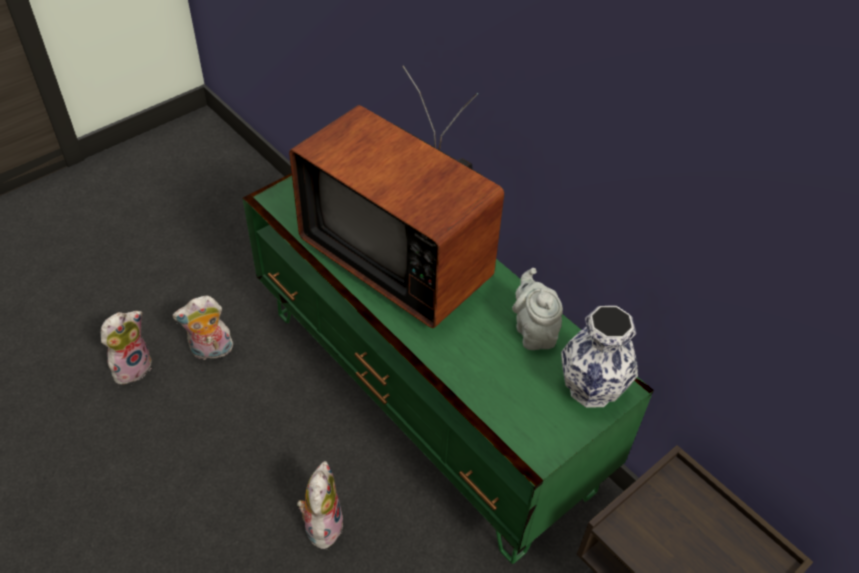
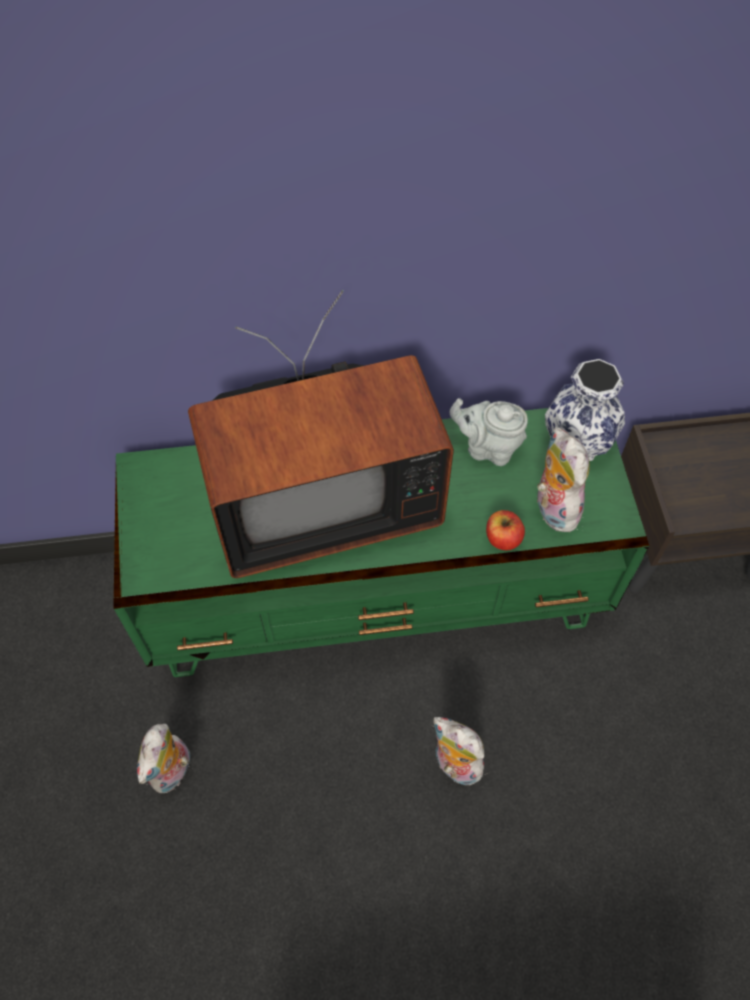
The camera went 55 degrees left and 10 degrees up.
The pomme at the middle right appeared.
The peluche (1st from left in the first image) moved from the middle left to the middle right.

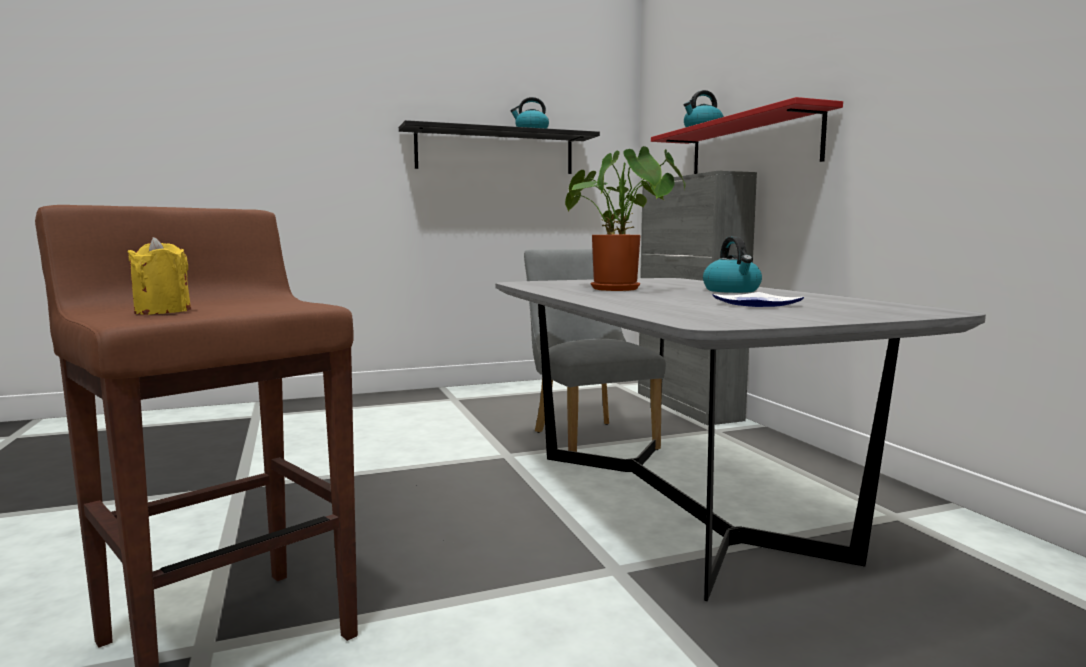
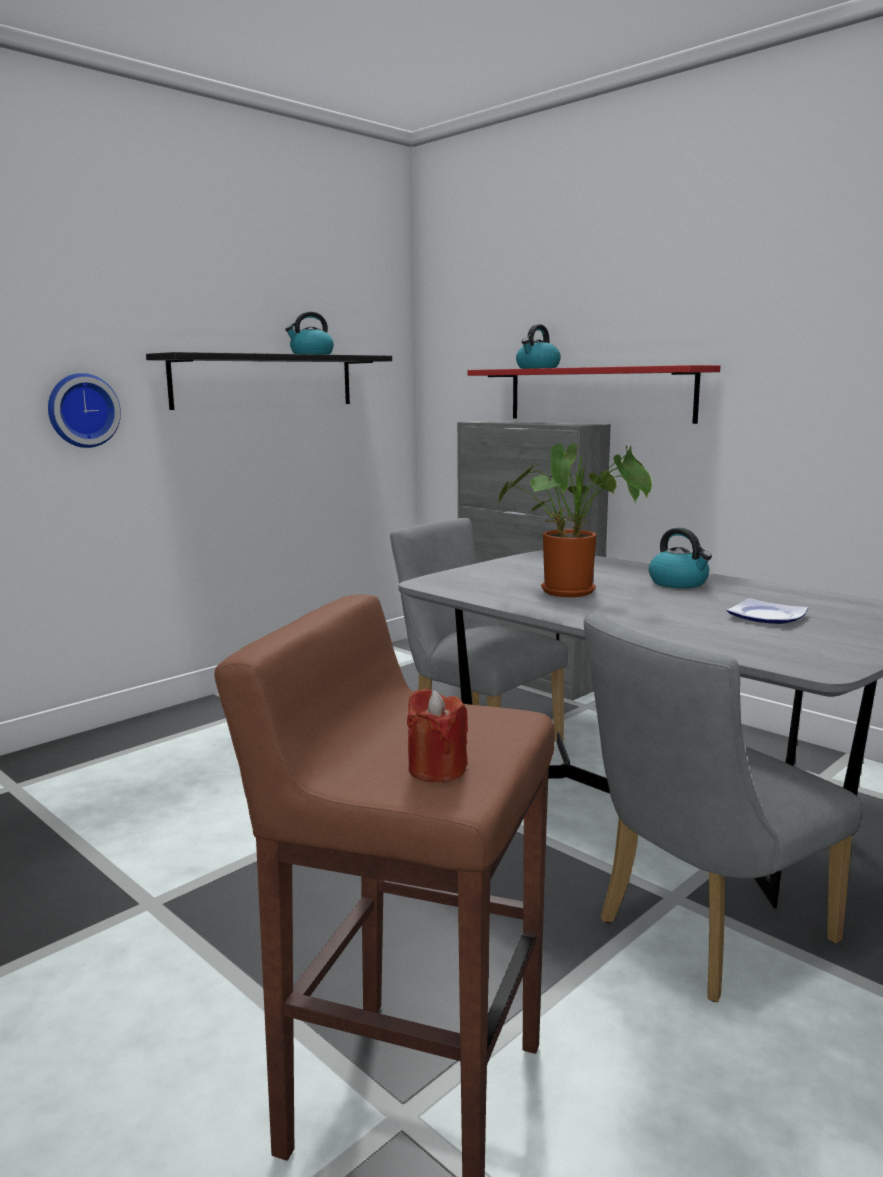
The camera went 25 degrees left and 5 degrees up.
The horloge murale at the middle left appeared.
The chaise/gris (2nd from left) at the bottom right appeared.
The bougie/jaune at the middle left became the bougie/rouge at the centre.

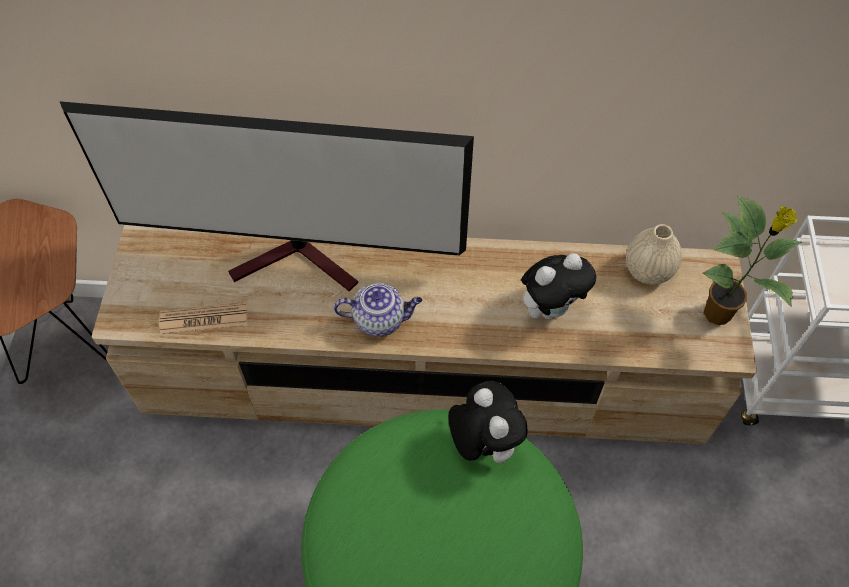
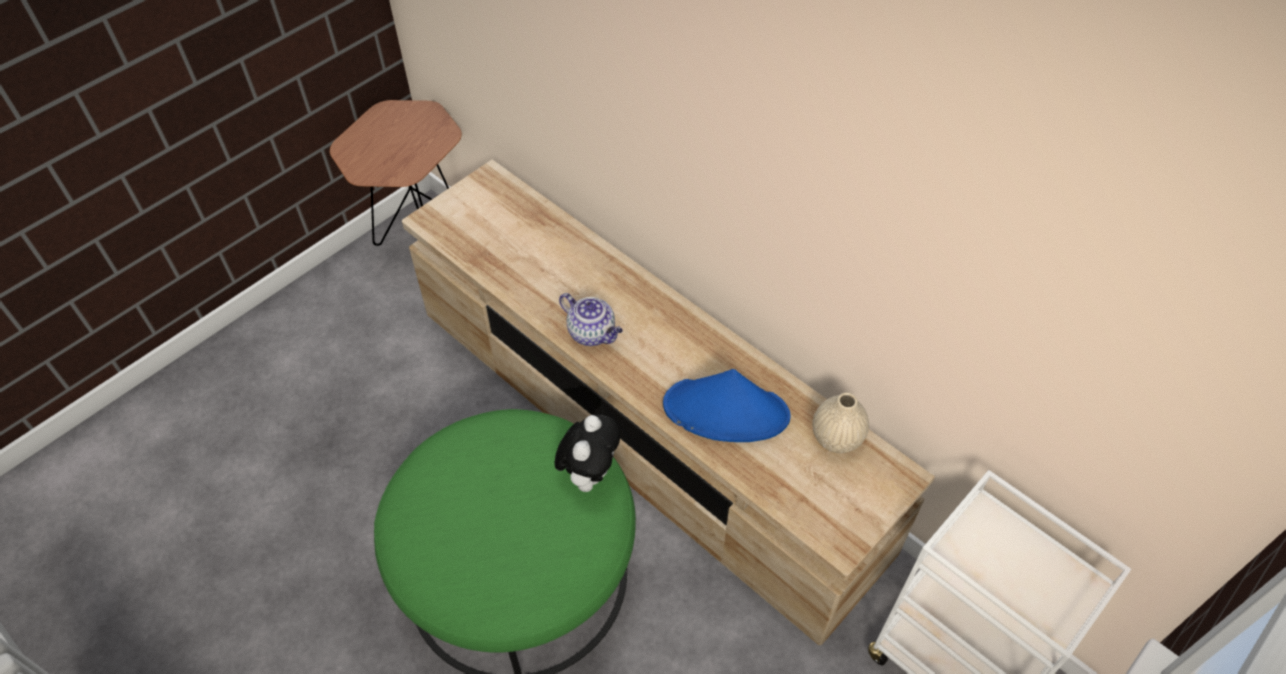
The camera went 40 degrees right and 5 degrees down.
The téléviseur at the middle left disappeared.
The journal at the middle left disappeared.
The plante en pot at the middle right disappeared.
The peluche (2nd from left) at the centre was replaced by the chapeau/bleu at the centre.

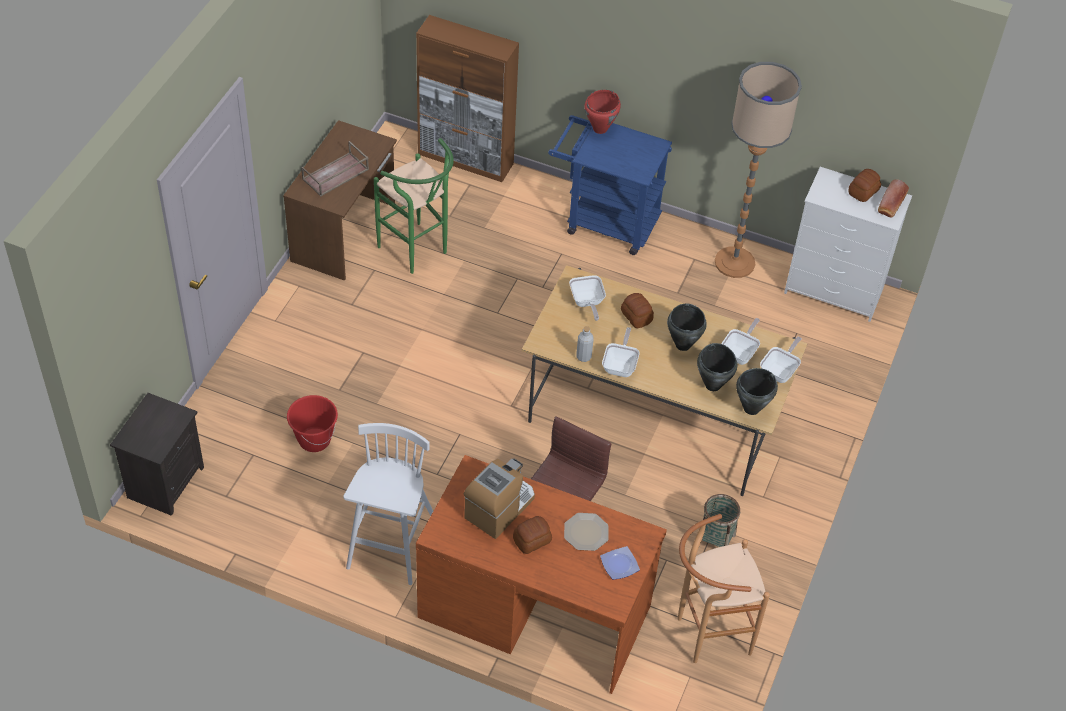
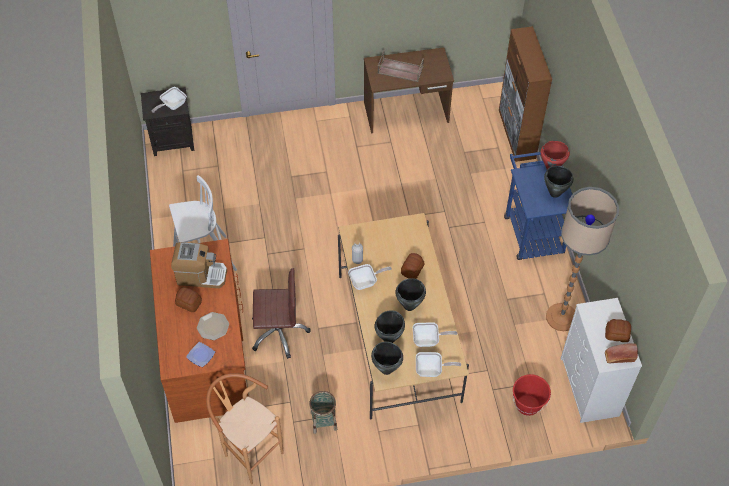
The camera went 60 degrees right and 5 degrees up.
The tabouret/vert at the top centre disappeared.
The marmite/noir (4th from left) at the middle right appeared.
The seau/rouge moved from the middle left to the bottom right.
The poêle (1st from left) moved from the centre to the top left.

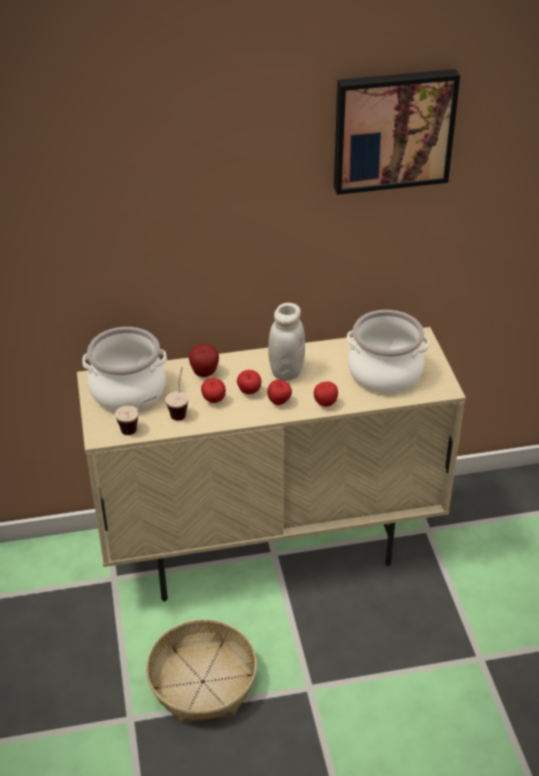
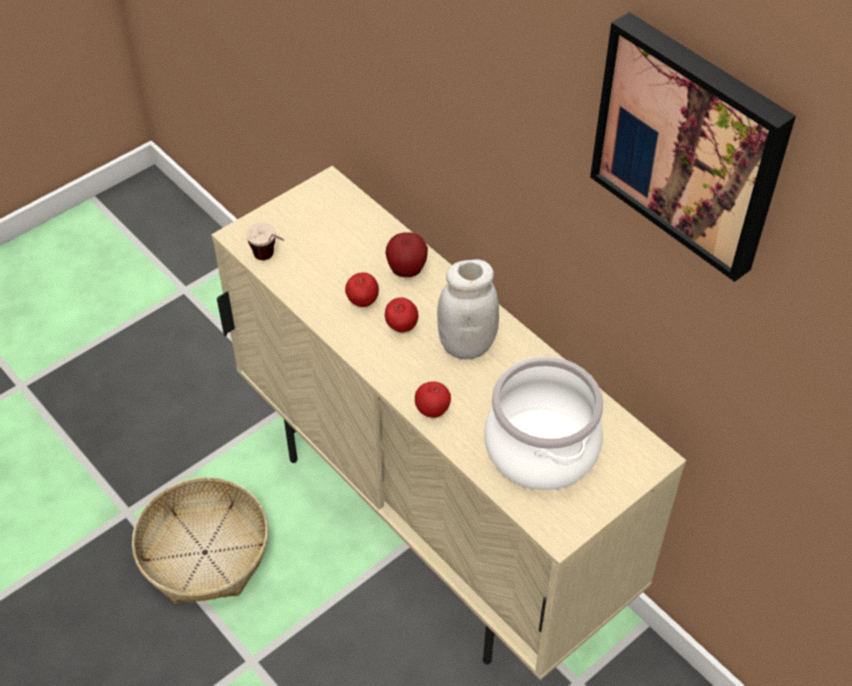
The camera went 60 degrees right and 10 degrees up.
The marmite (1st from left) at the middle left disappeared.
The tasse (2nd from left) at the middle left disappeared.
The pomme (4th from left) at the centre disappeared.

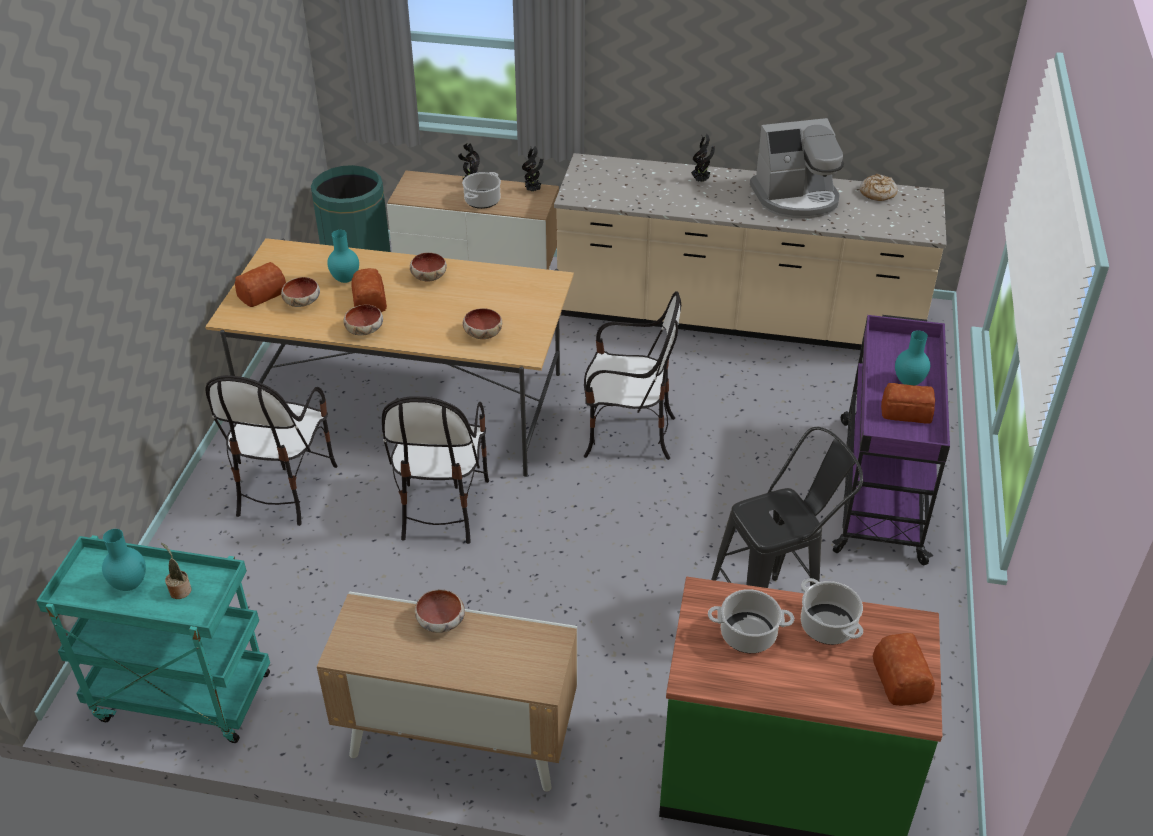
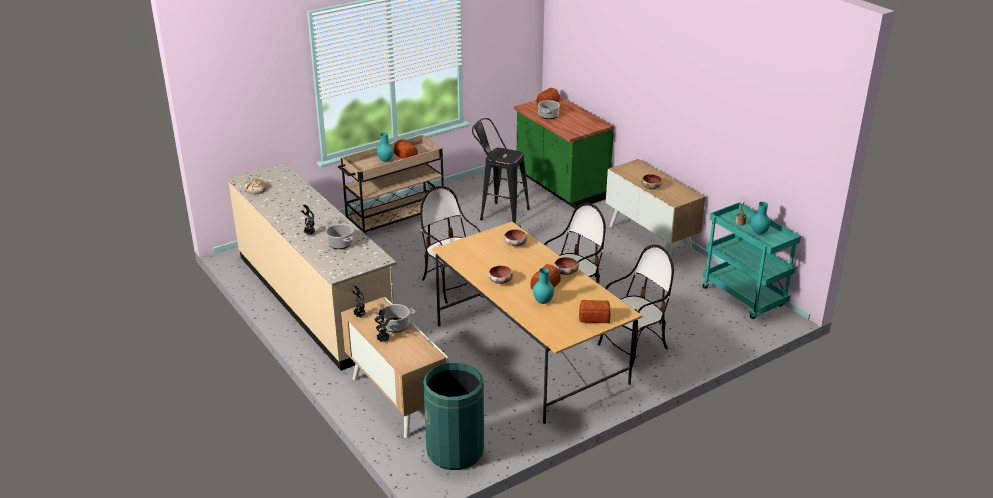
The camera went 135 degrees left and 10 degrees down.
The bol (1st from left) at the middle left disappeared.
The machine à café at the top right disappeared.
The marmite (2nd from left in the first image) moved from the bottom centre to the centre.
The chariot/violet at the middle right became the chariot/beige at the centre.

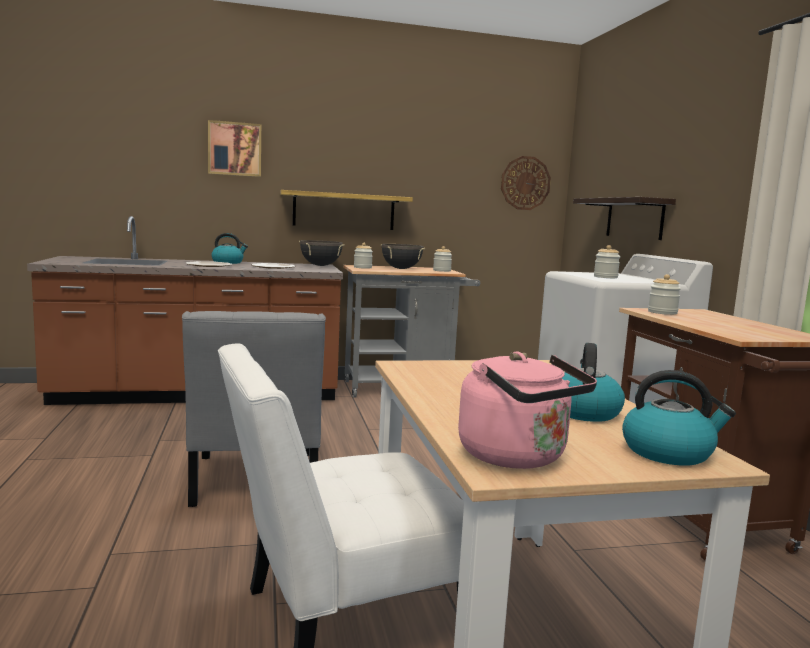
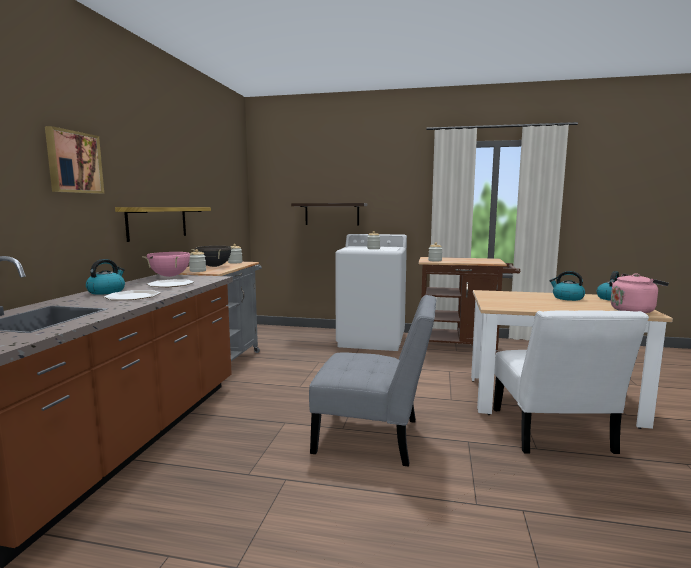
The camera went 65 degrees left and 0 degrees up.
The horloge murale at the top centre disappeared.
The marmite/noir (1st from left) at the centre became the marmite/rose at the middle left.

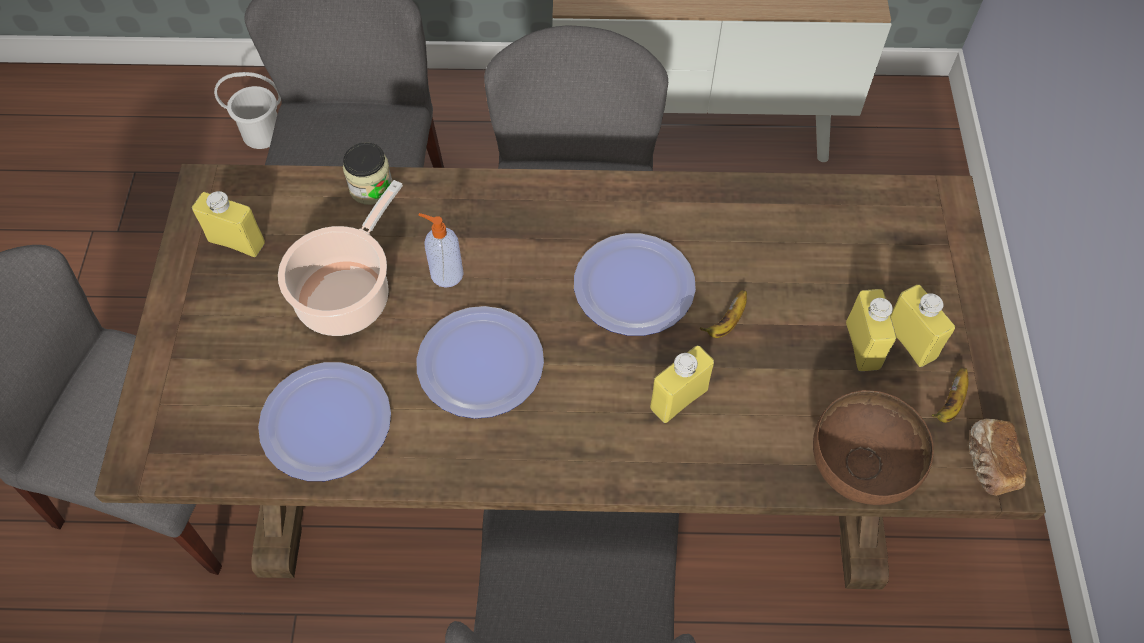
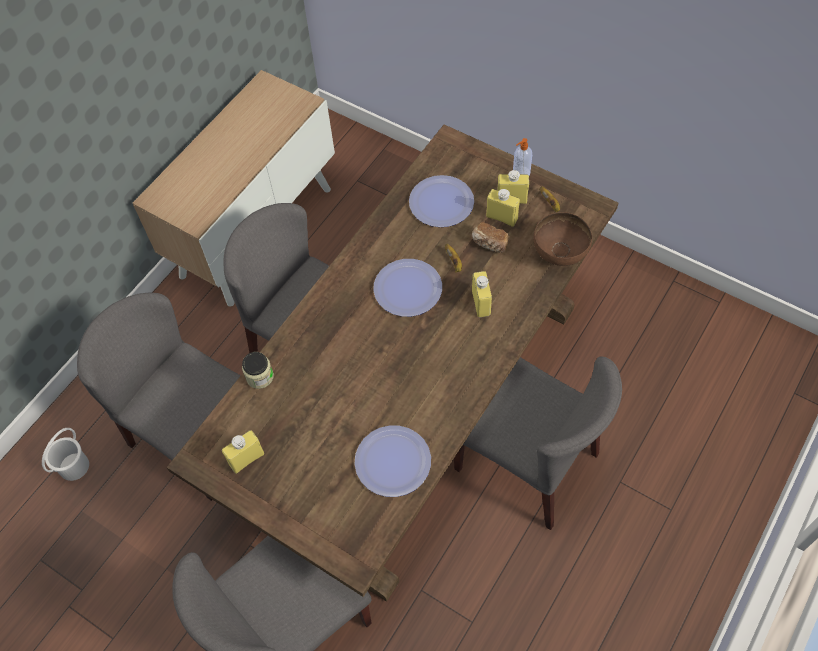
The camera went 55 degrees left and 0 degrees up.
The marmite at the middle left disappeared.
The assiette (2nd from left in the first image) moved from the centre to the top centre.
The distributeur de savon moved from the centre to the top centre.
The pain moved from the bottom right to the centre.

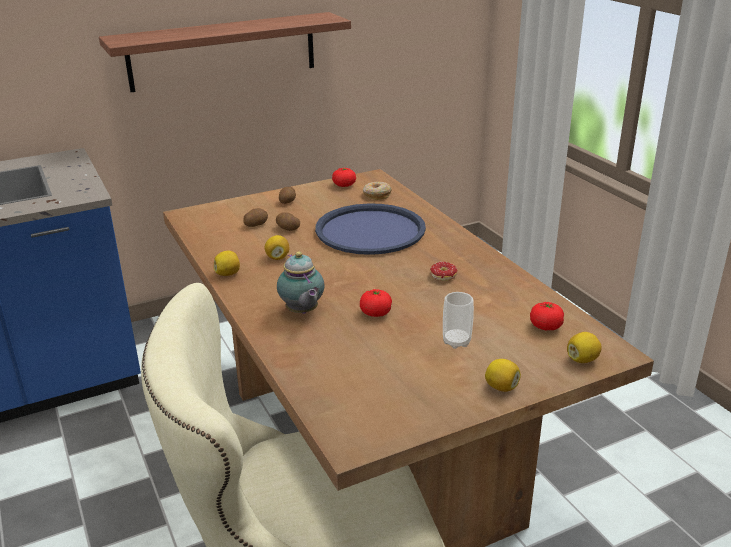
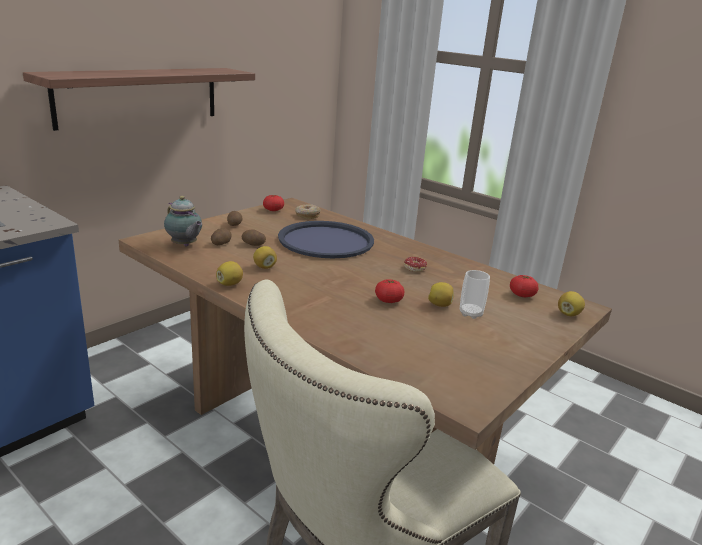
The camera went 25 degrees left and 5 degrees down.
The théière moved from the centre to the middle left.
The citron (3rd from left) moved from the bottom right to the centre.

